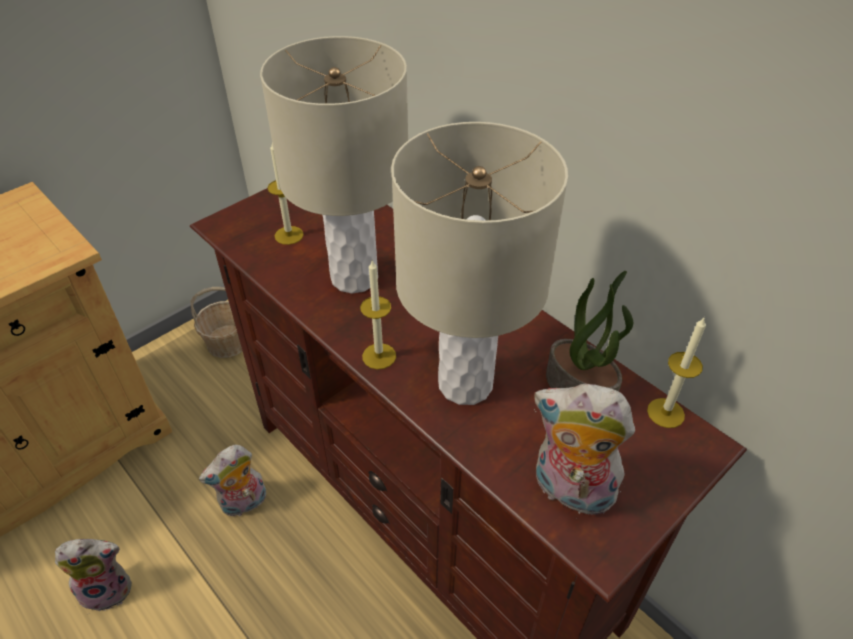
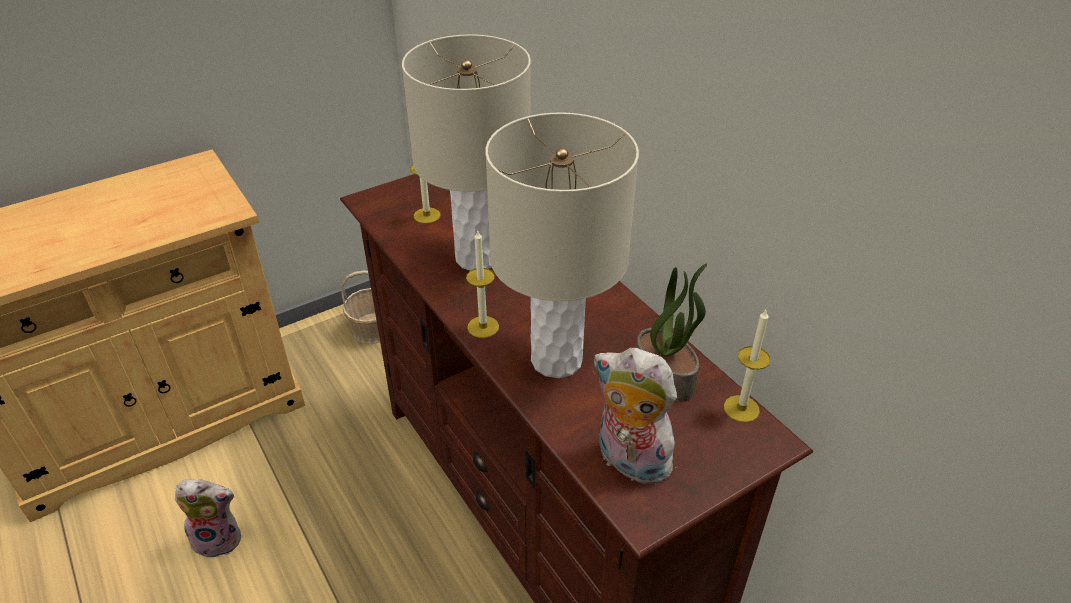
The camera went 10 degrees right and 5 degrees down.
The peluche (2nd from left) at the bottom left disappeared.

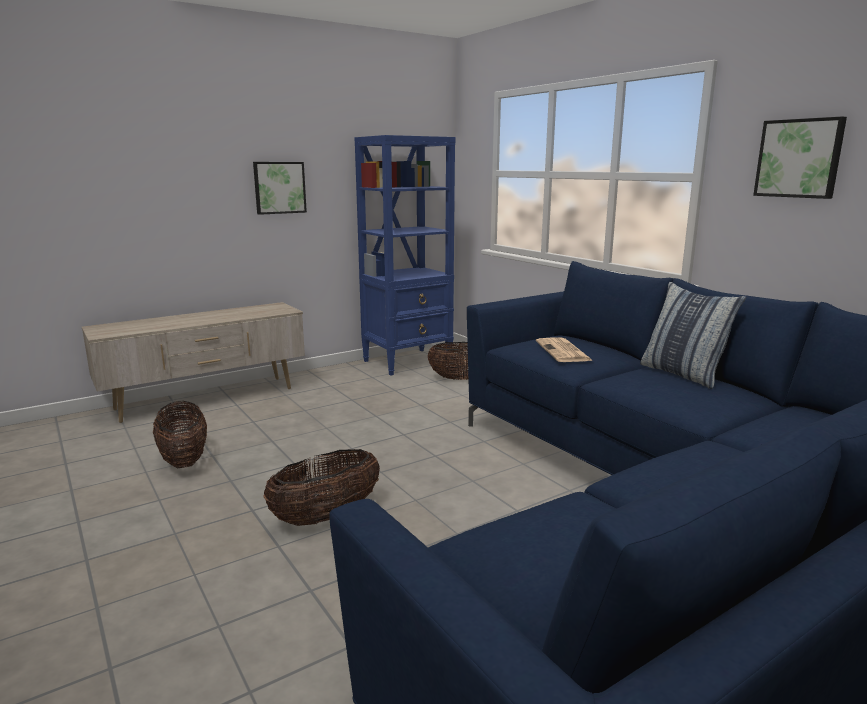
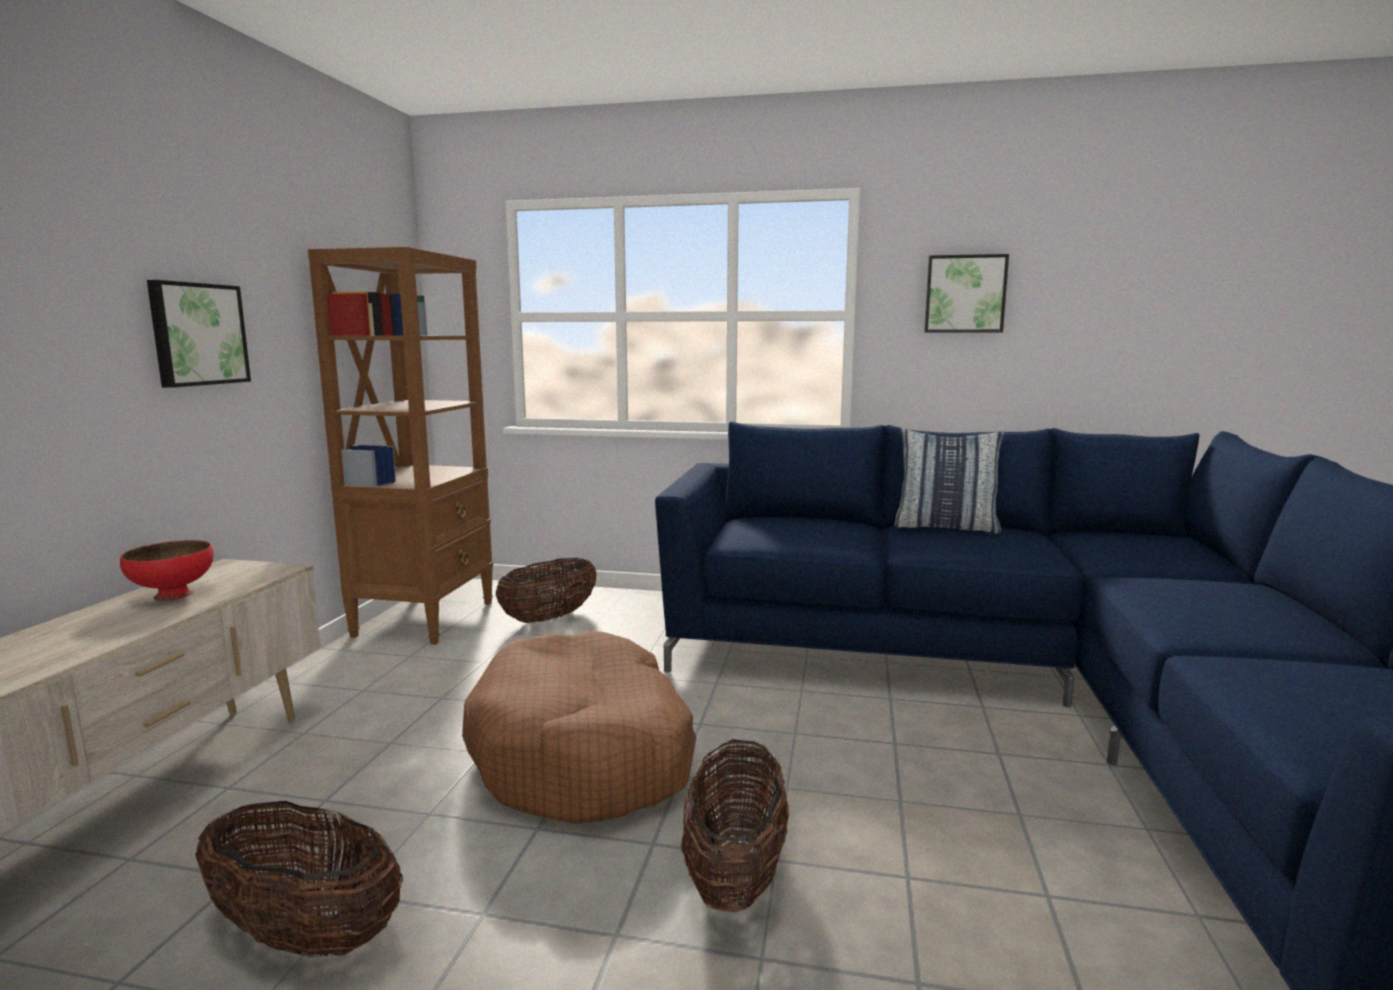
The camera went 45 degrees left and 5 degrees down.
The journal at the centre disappeared.
The bol/rouge at the middle left appeared.
The panier pour chien/marron at the bottom centre appeared.
The bibliothèque/bleu at the centre became the bibliothèque/marron at the middle left.

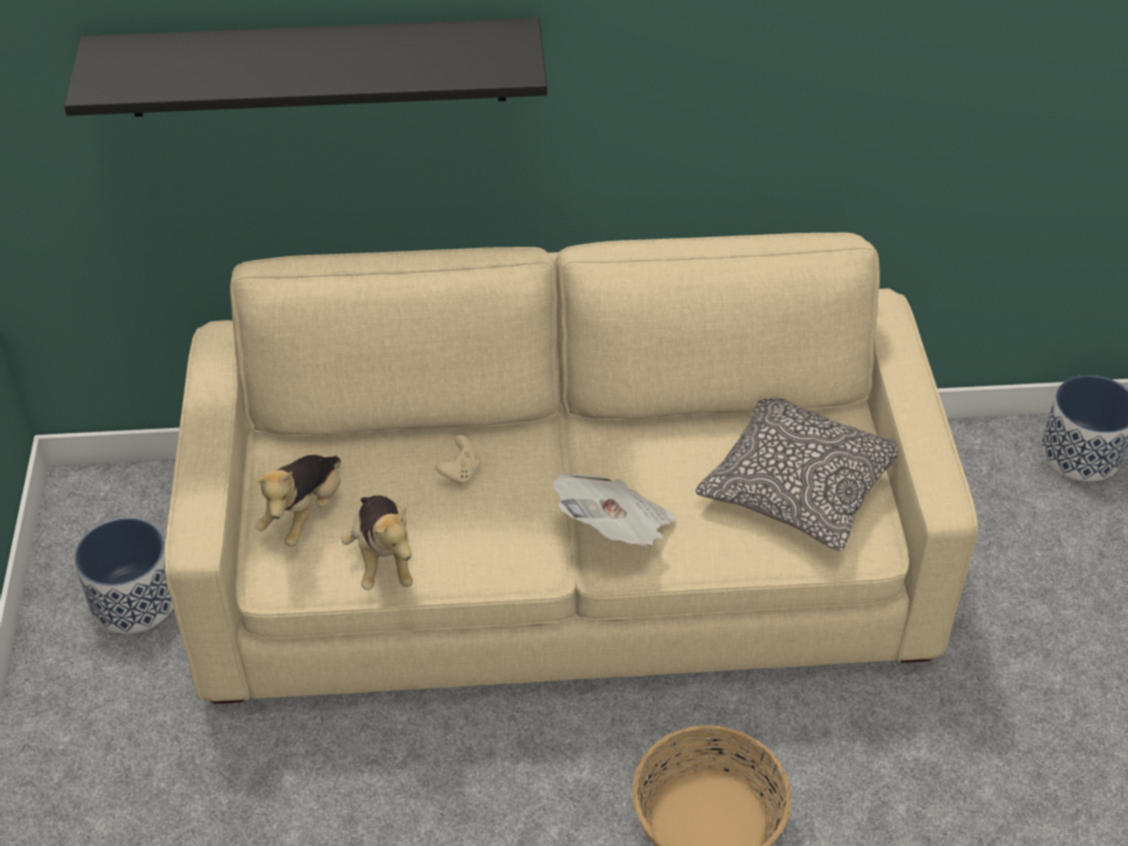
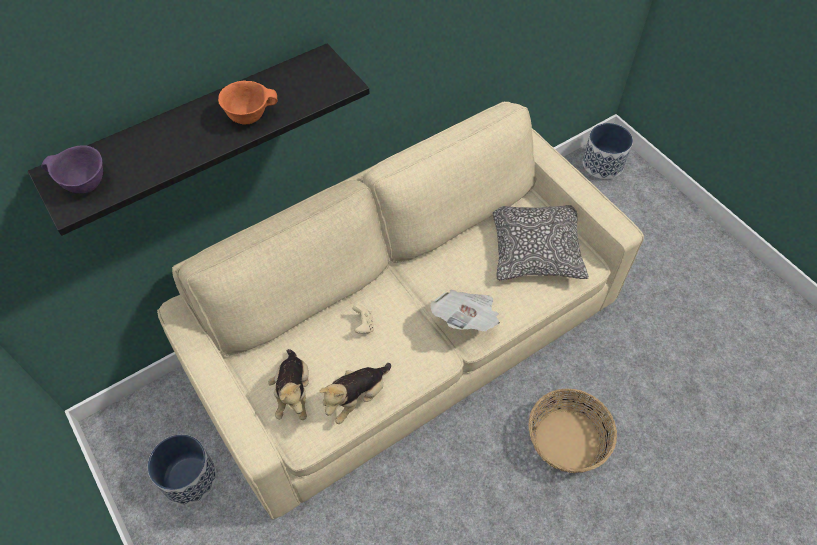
The camera went 30 degrees left and 10 degrees up.
The bol/violet at the top left appeared.
The bol/orange at the top left appeared.
The peluche (2nd from left) at the centre turned 90 degrees clockwise.

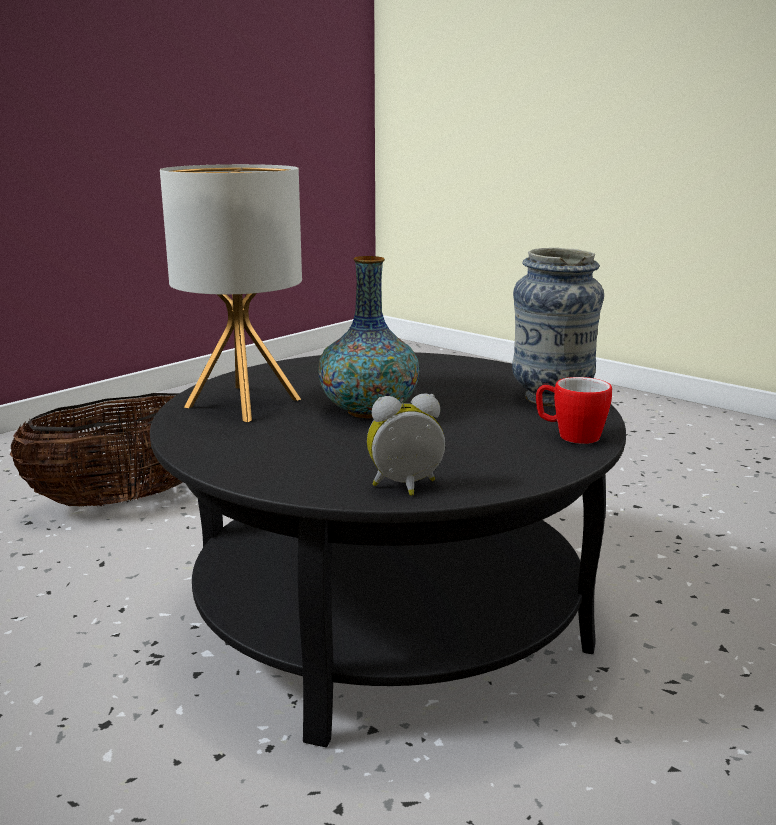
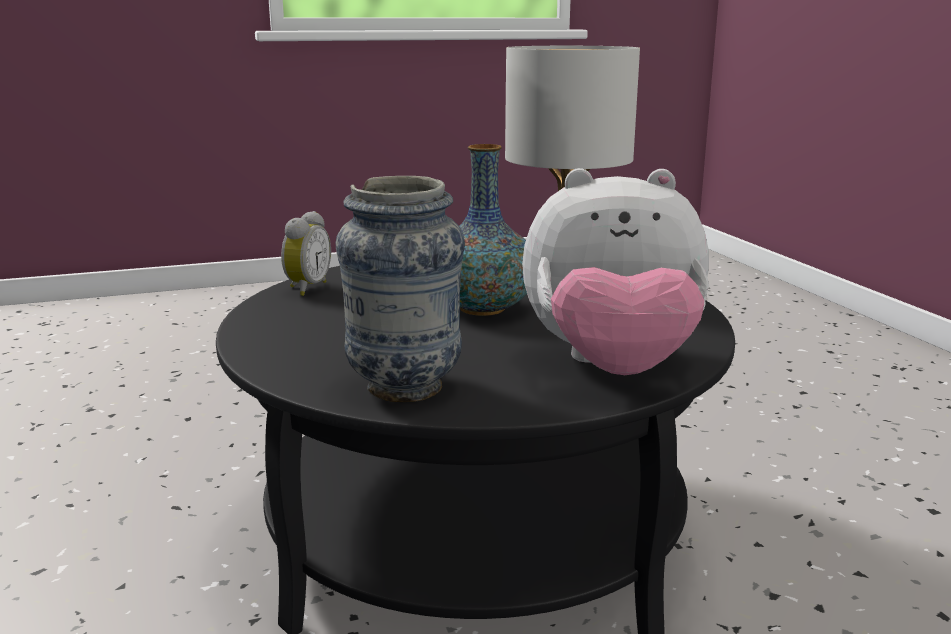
The camera went 120 degrees right and 0 degrees up.
The panier at the middle left disappeared.
The mug at the middle right disappeared.
The peluche at the centre appeared.

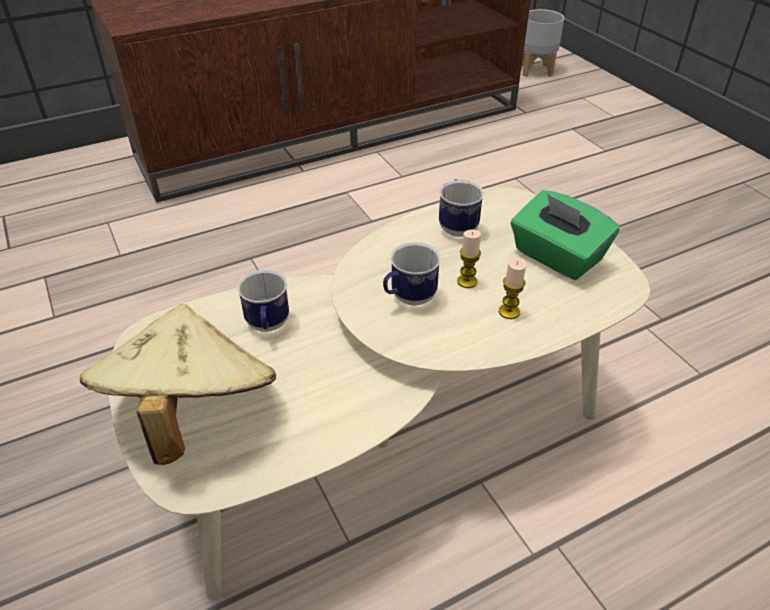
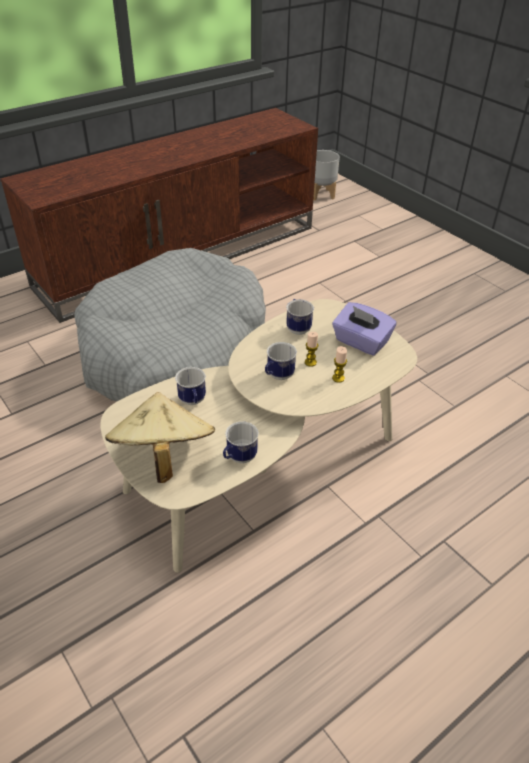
The camera went 10 degrees left and 0 degrees up.
The panier pour chien/gris at the middle left appeared.
The mug (2nd from left) at the centre appeared.
The boîte à mouchoirs/vert at the middle right became the boîte à mouchoirs/violet at the middle right.

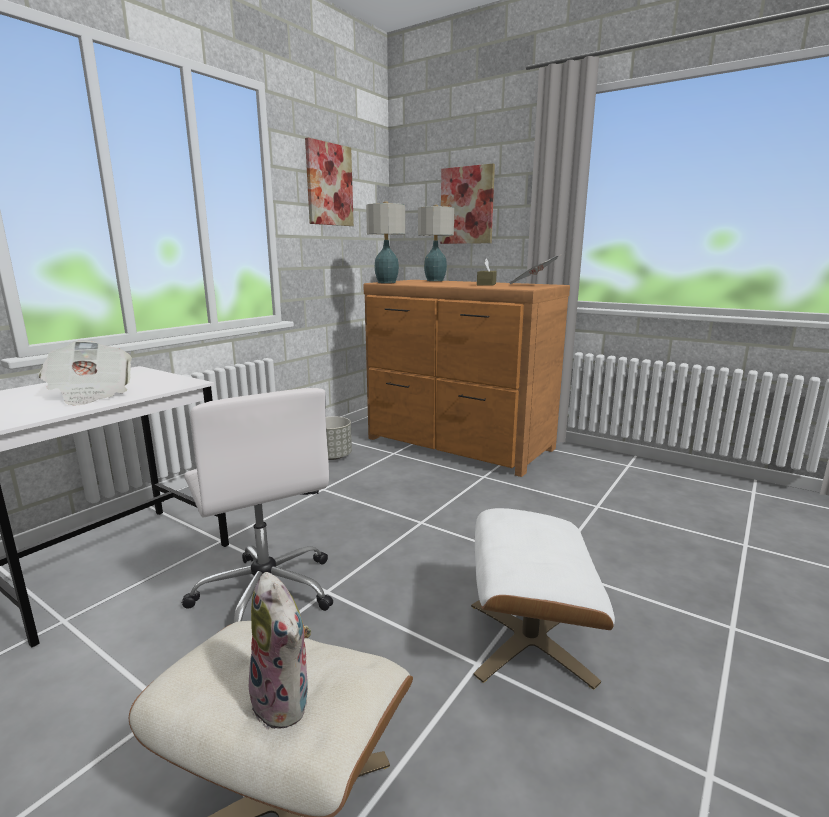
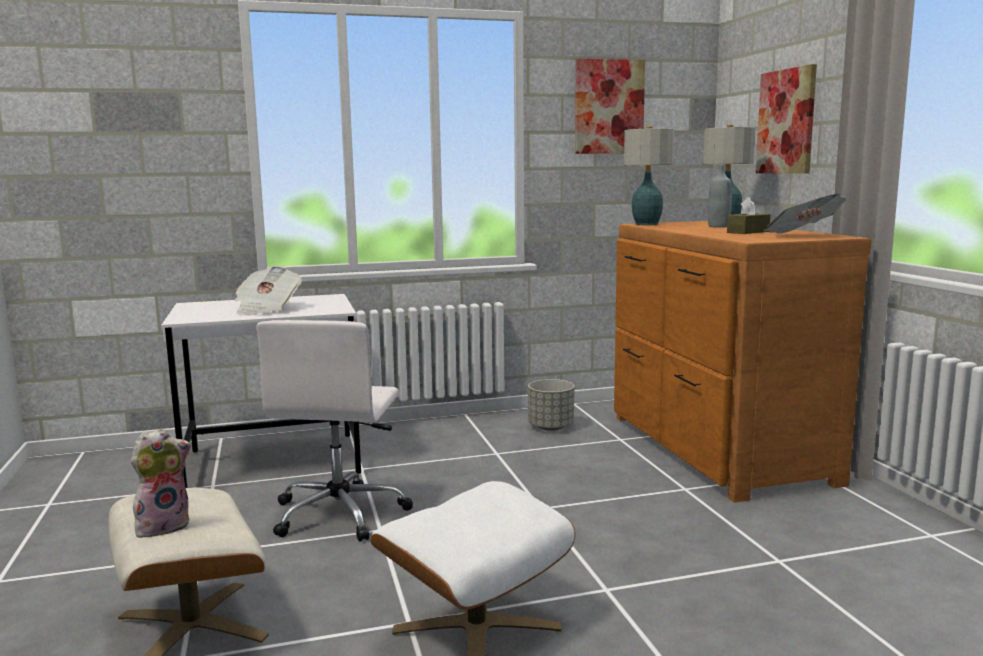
The camera went 40 degrees right and 5 degrees down.
The bouteille/gris at the top right appeared.
The peluche at the bottom centre turned 135 degrees counterclockwise.

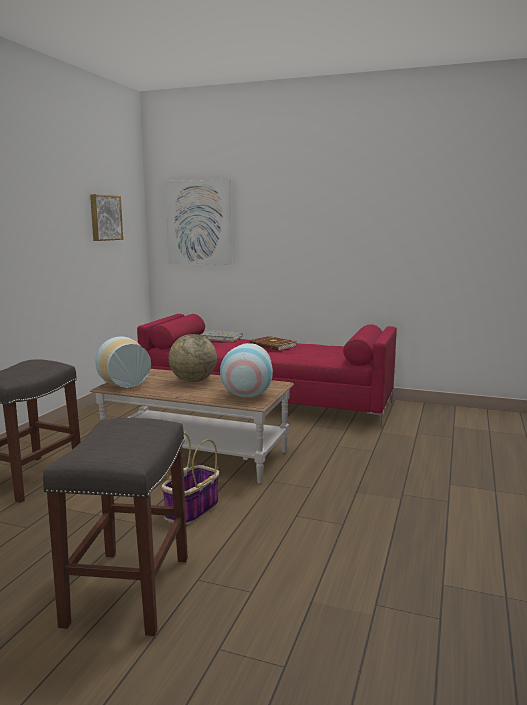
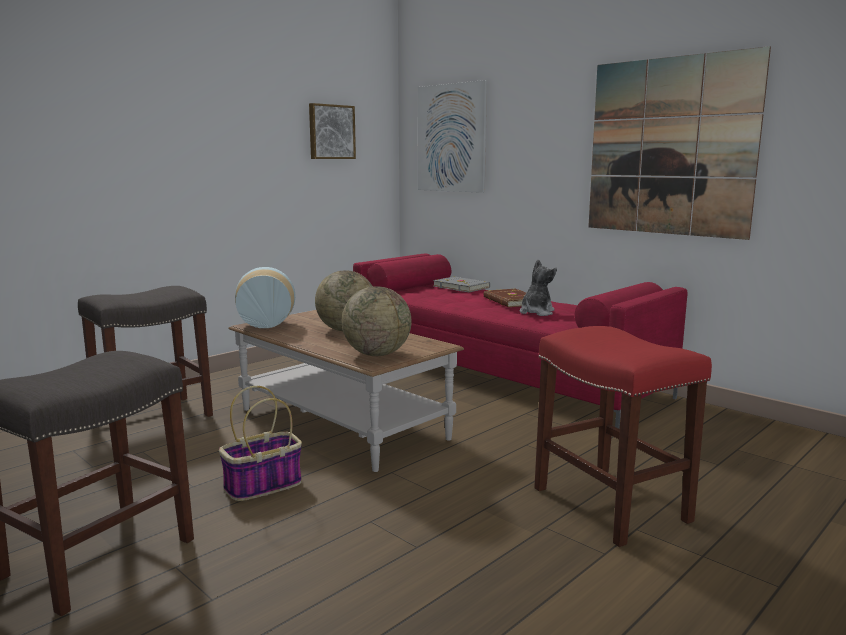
The camera went 25 degrees right and 0 degrees up.
The peluche at the centre appeared.
The tabouret/rouge at the bottom right appeared.
The tableau (3rd from left) at the top right appeared.
The vase (2nd from left) at the centre was replaced by the globe (2nd from left) at the centre.

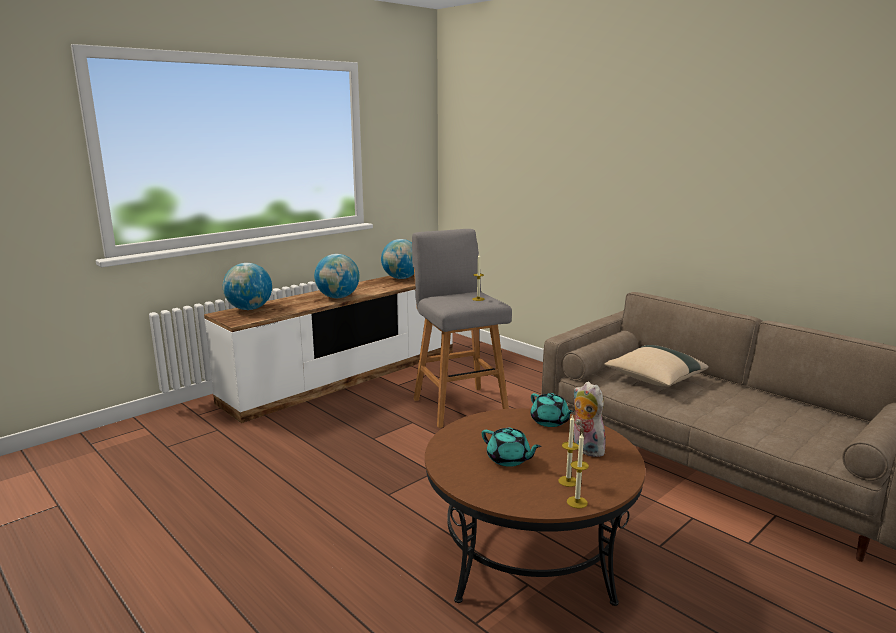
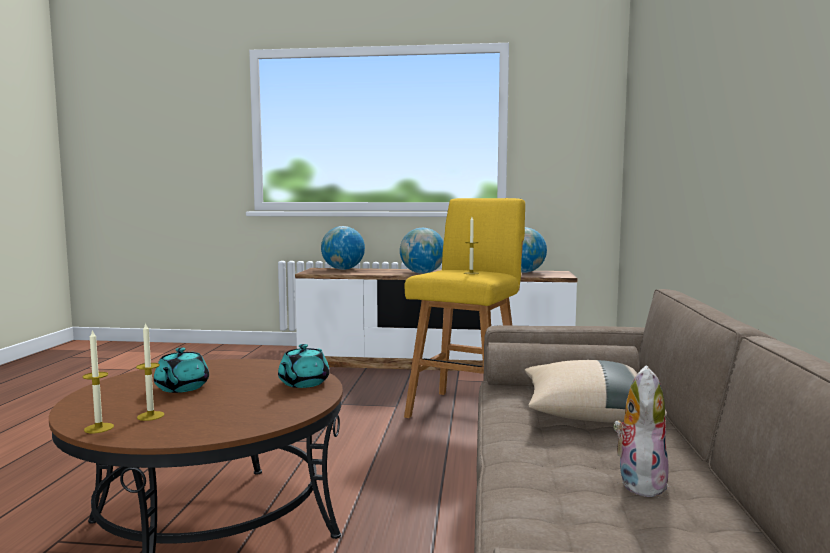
The camera went 50 degrees right and 10 degrees down.
The peluche moved from the centre to the bottom right.
The tabouret/gris at the centre became the tabouret/jaune at the centre.

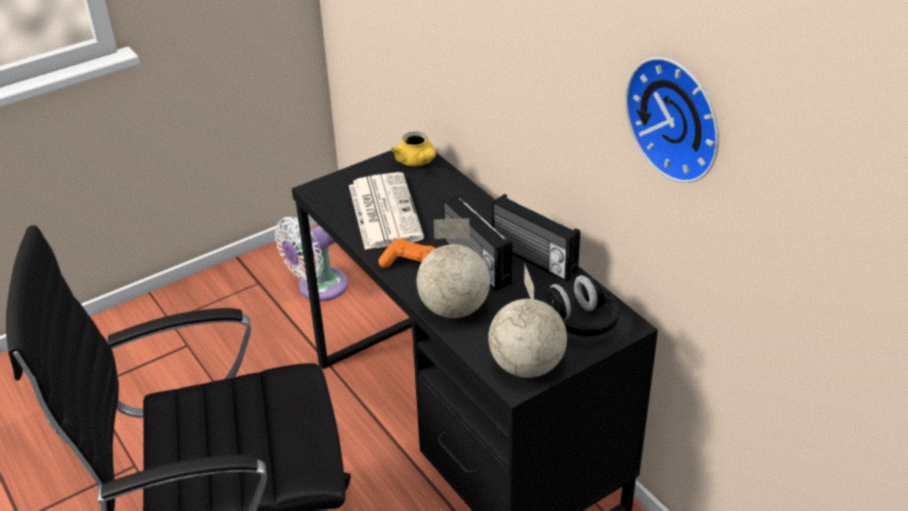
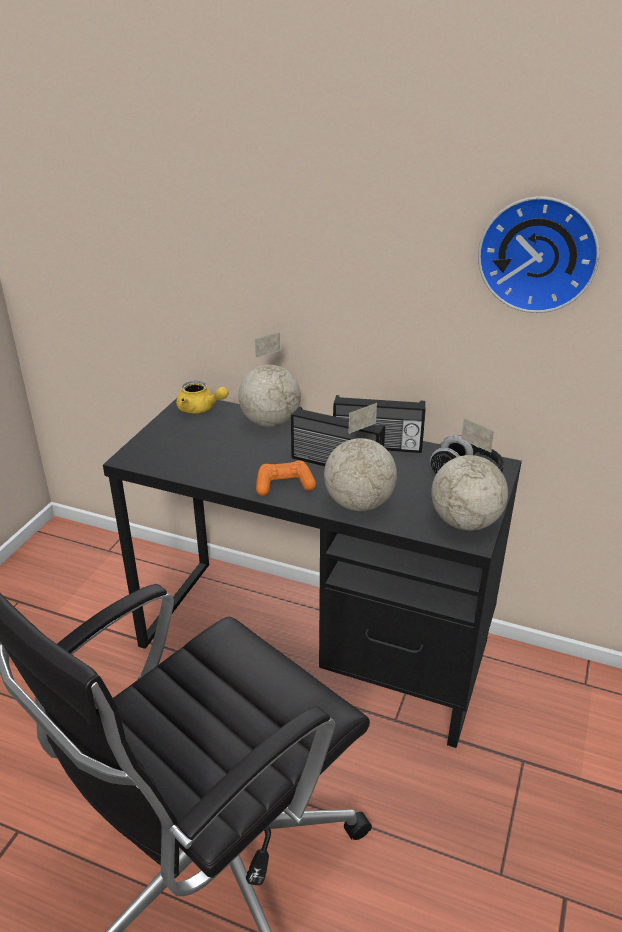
The camera went 35 degrees left and 5 degrees down.
The ventilateur/blanc at the centre disappeared.
The journal at the centre disappeared.
The globe (1st from left) at the centre appeared.

